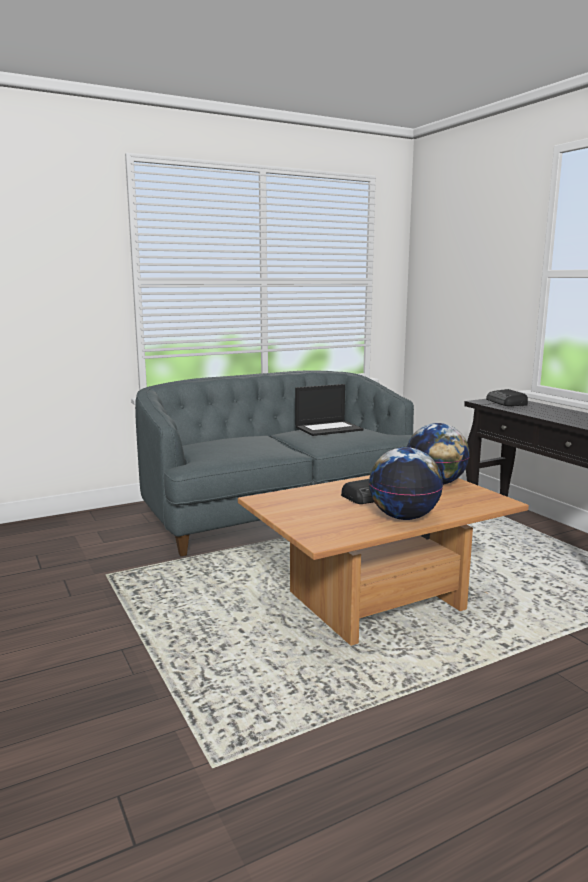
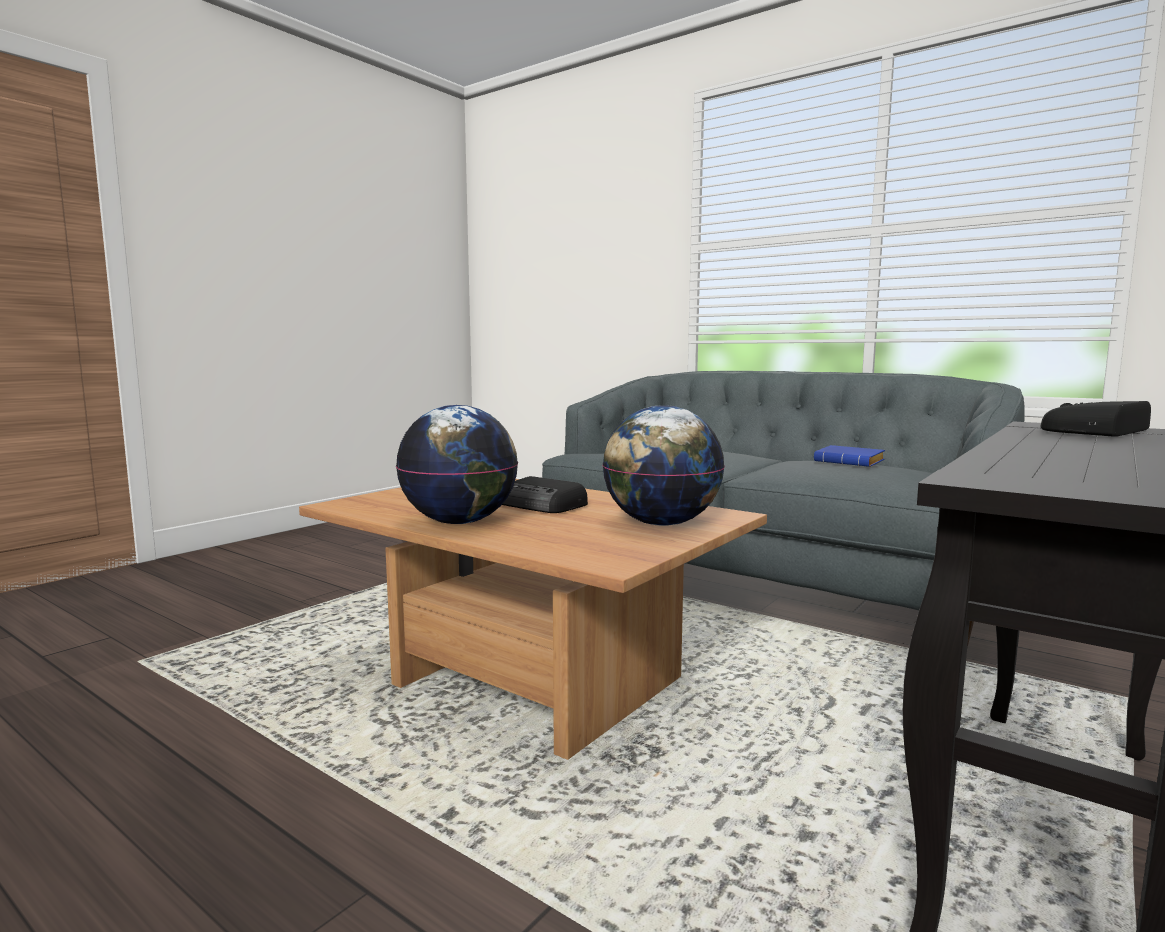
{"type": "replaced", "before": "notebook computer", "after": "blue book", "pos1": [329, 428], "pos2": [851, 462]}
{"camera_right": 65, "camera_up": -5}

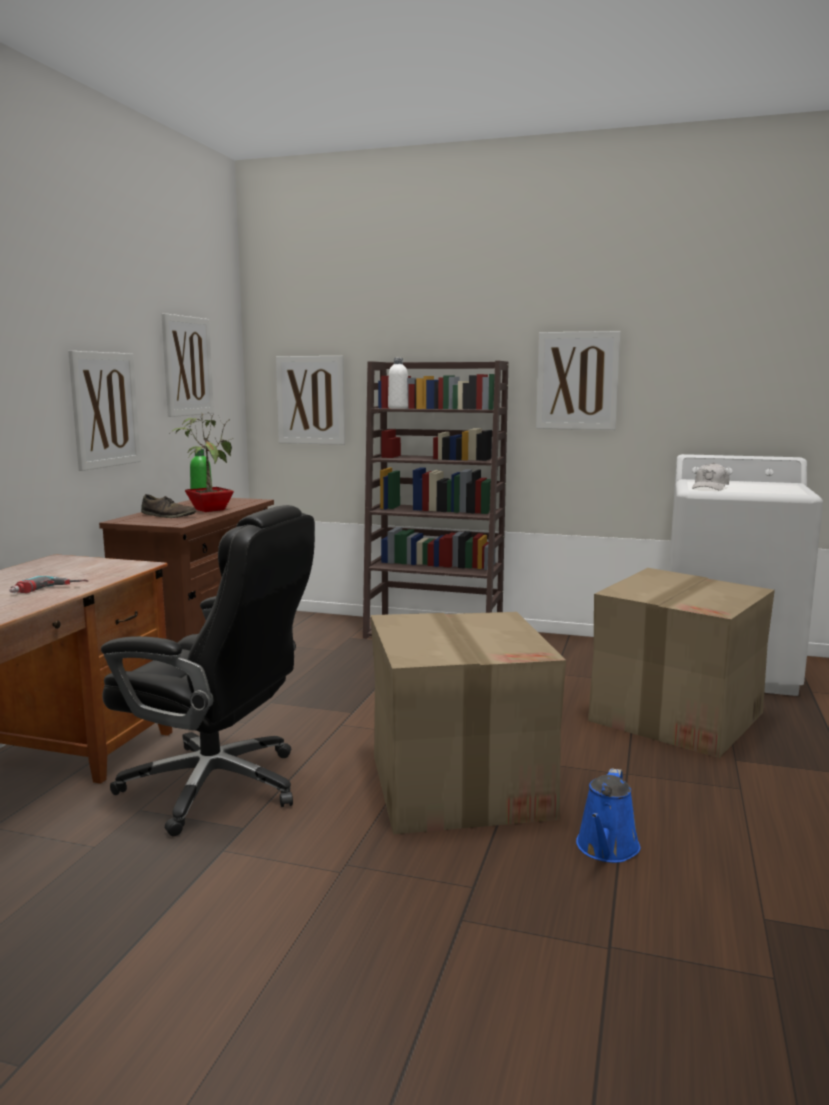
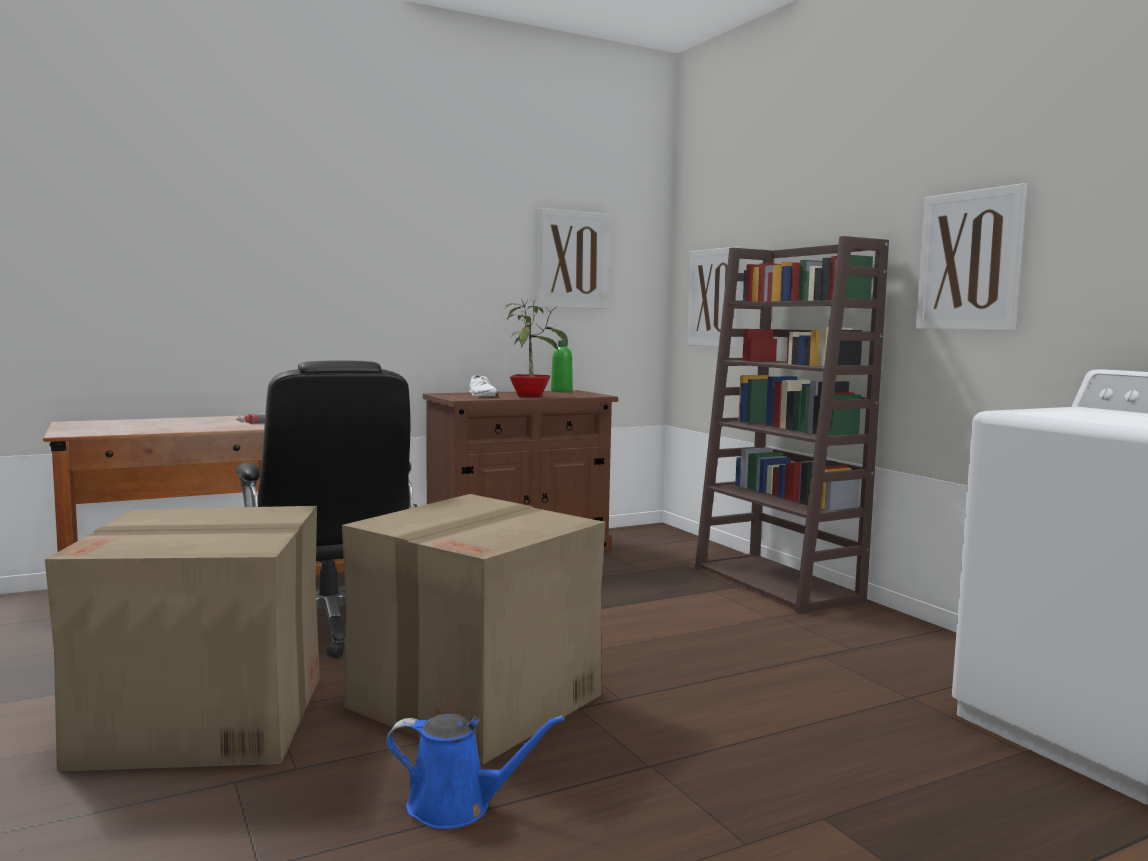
{"type": "moved", "before": "carton", "pos1": [677, 716], "pos2": [206, 719]}
{"type": "turned", "before": "blue watering pot", "pos1": [606, 849], "pos2": [457, 806], "turn": -150}
{"type": "recoloured", "before": "brown-coloured low shoe", "after": "whitish low shoe", "pos1": [168, 516], "pos2": [482, 395]}
{"type": "removed", "before": "wall art", "pos1": [105, 409]}
{"type": "removed", "before": "whitish beverage bottle", "pos1": [398, 408]}
{"type": "removed", "before": "whitish peaked cap", "pos1": [710, 487]}
{"camera_right": 45, "camera_up": -5}

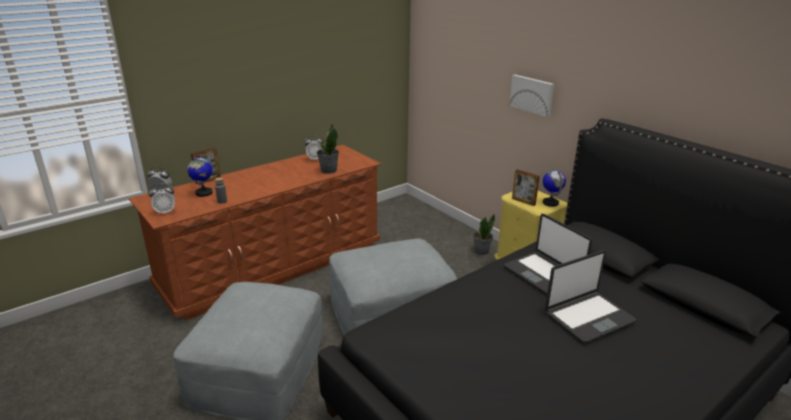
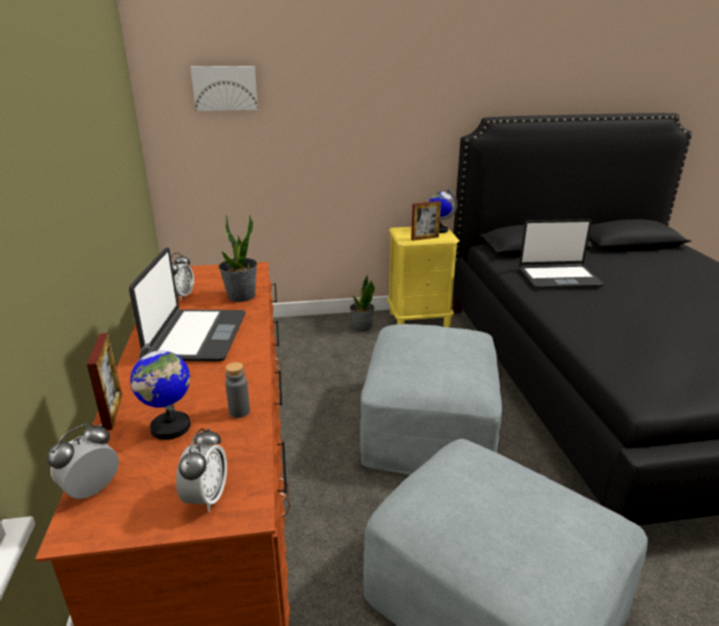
{"type": "moved", "before": "notebook computer", "pos1": [588, 317], "pos2": [196, 336]}
{"type": "moved", "before": "wall art", "pos1": [532, 94], "pos2": [225, 88]}
{"camera_right": -60, "camera_up": 0}

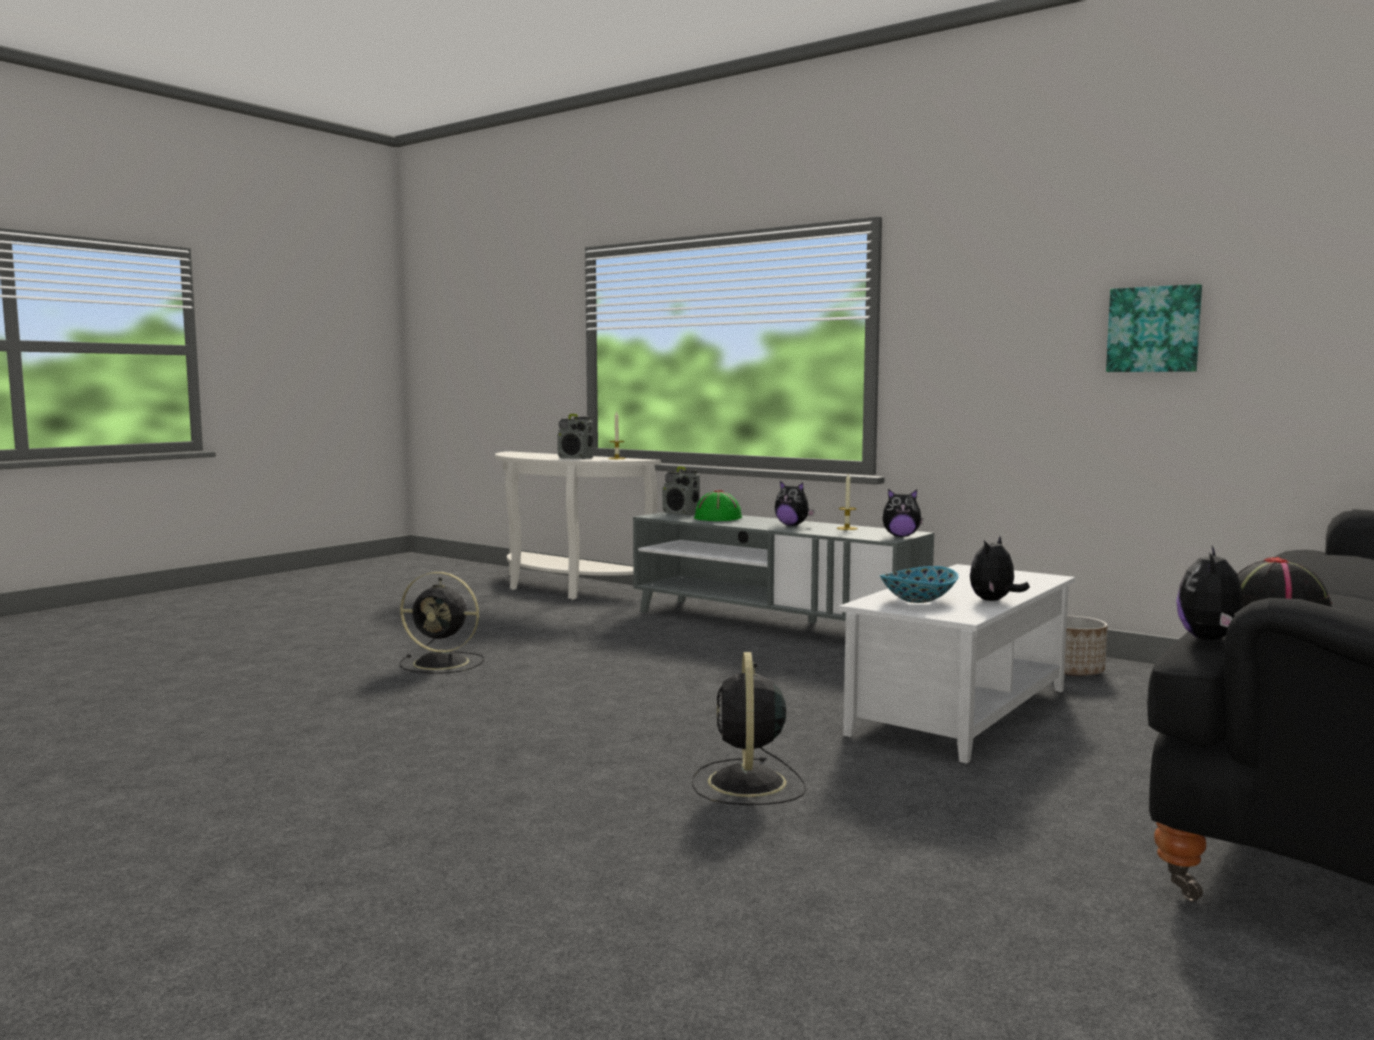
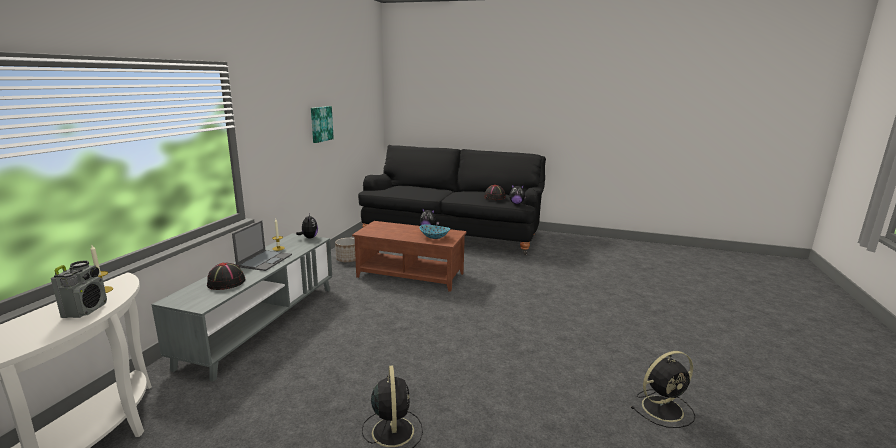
{"type": "recoloured", "before": "green-coloured wearable hat", "after": "black-coloured wearable hat", "pos1": [717, 519], "pos2": [226, 282]}
{"type": "replaced", "before": "plush toy", "after": "notebook computer", "pos1": [792, 525], "pos2": [265, 260]}
{"type": "recoloured", "before": "whitish lounge table", "after": "brown-coloured lounge table", "pos1": [962, 712], "pos2": [411, 275]}
{"type": "moved", "before": "black-coloured electric fan", "pos1": [747, 783], "pos2": [663, 408]}
{"type": "removed", "before": "radio receiver", "pos1": [681, 514]}
{"camera_right": -110, "camera_up": 10}

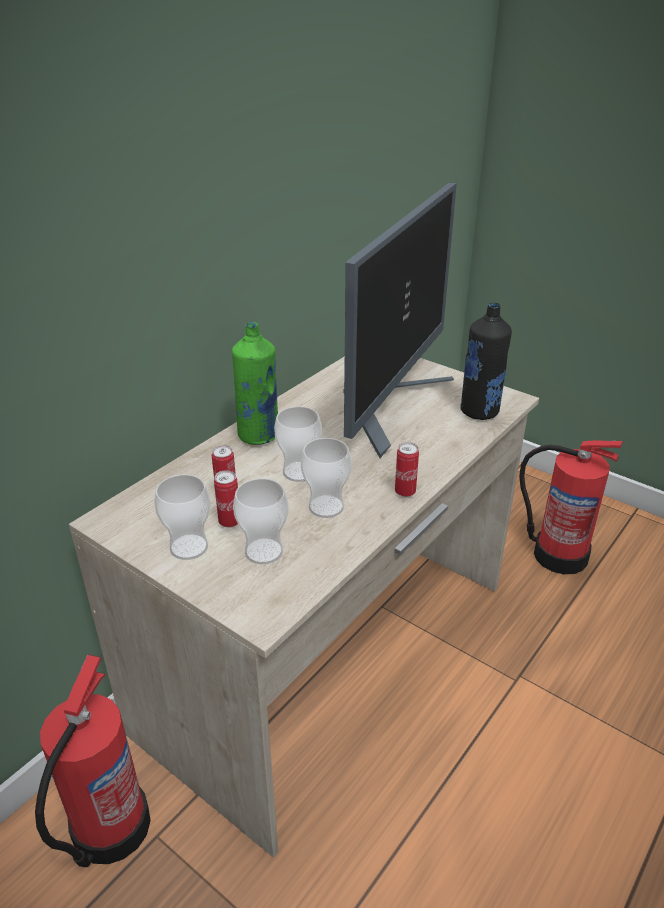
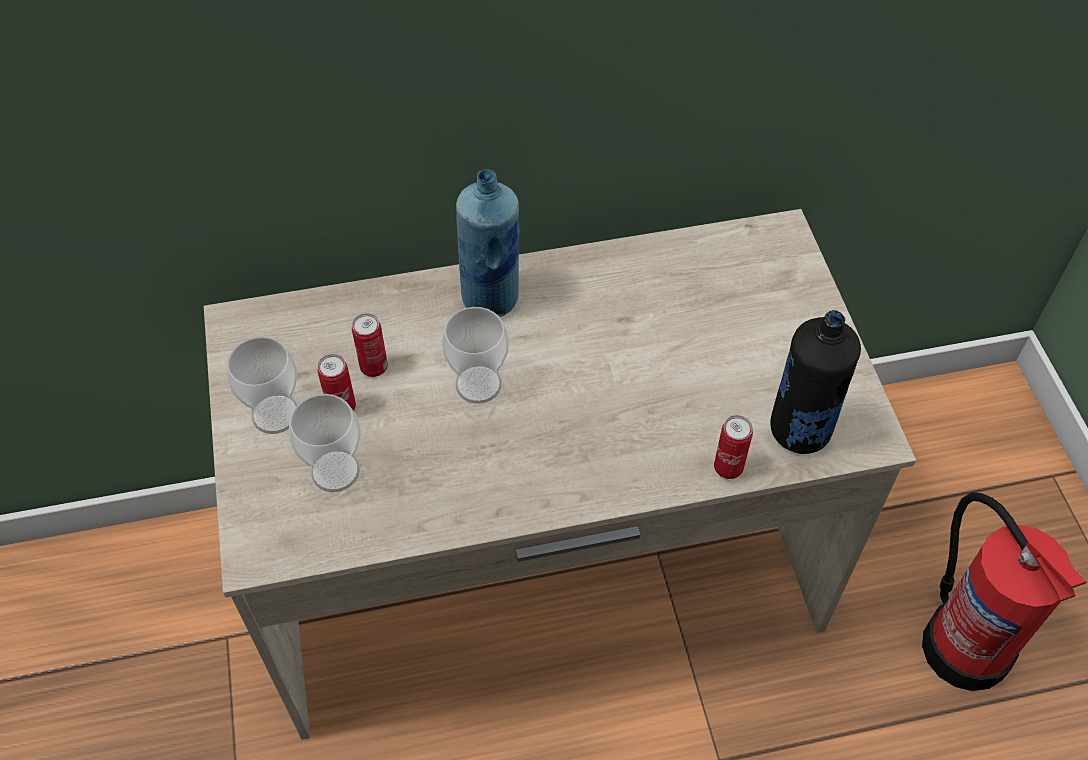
{"type": "recoloured", "before": "green-coloured beverage bottle", "after": "blue beverage bottle", "pos1": [258, 435], "pos2": [491, 298]}
{"type": "moved", "before": "sealed can", "pos1": [405, 492], "pos2": [728, 468]}
{"type": "removed", "before": "fire extinguisher", "pos1": [109, 829]}
{"type": "removed", "before": "drinking cup", "pos1": [326, 507]}
{"type": "removed", "before": "computer screen", "pos1": [389, 405]}
{"camera_right": 40, "camera_up": 20}

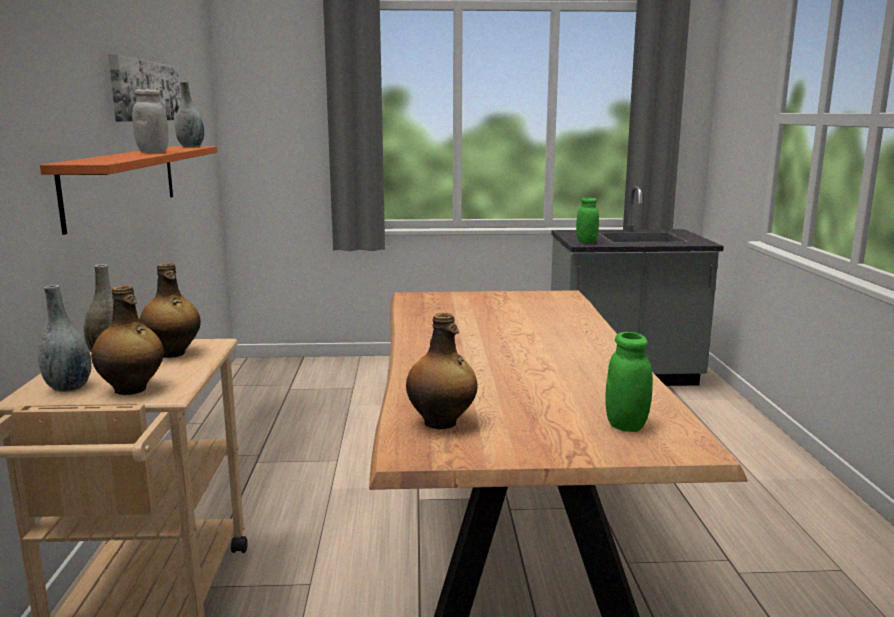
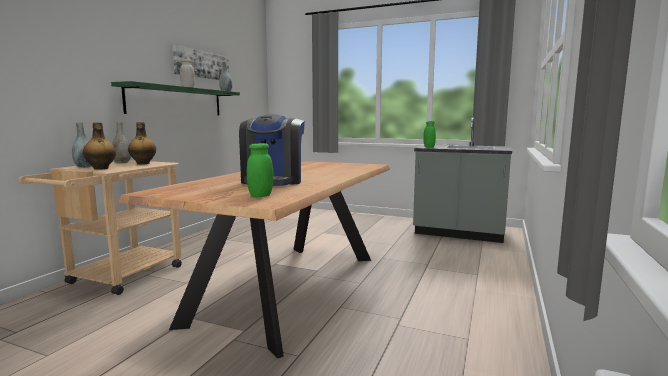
{"type": "recoloured", "before": "orange bracket shelf", "after": "green-coloured bracket shelf", "pos1": [123, 183], "pos2": [177, 101]}
{"type": "added", "after": "coffee maker", "pos2": [273, 181]}
{"type": "removed", "before": "beverage bottle", "pos1": [441, 423]}
{"camera_right": 25, "camera_up": -5}

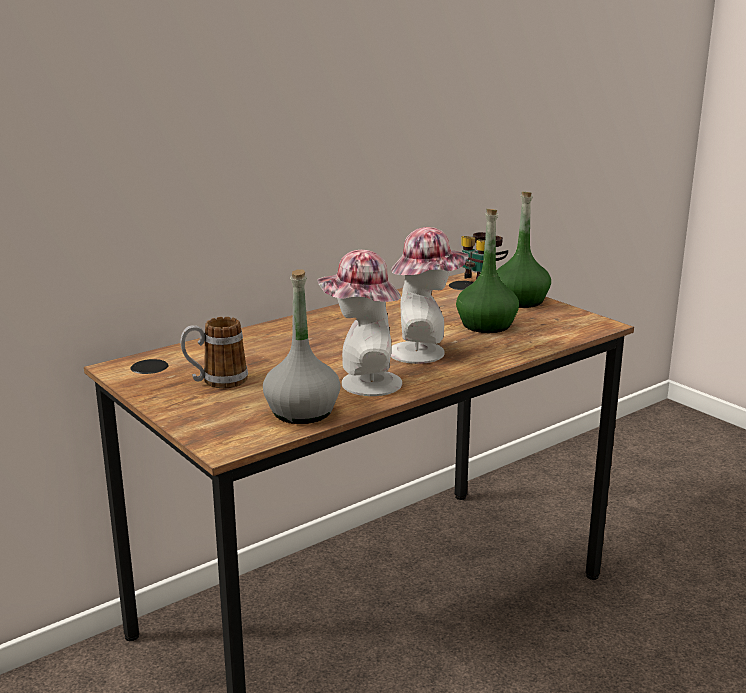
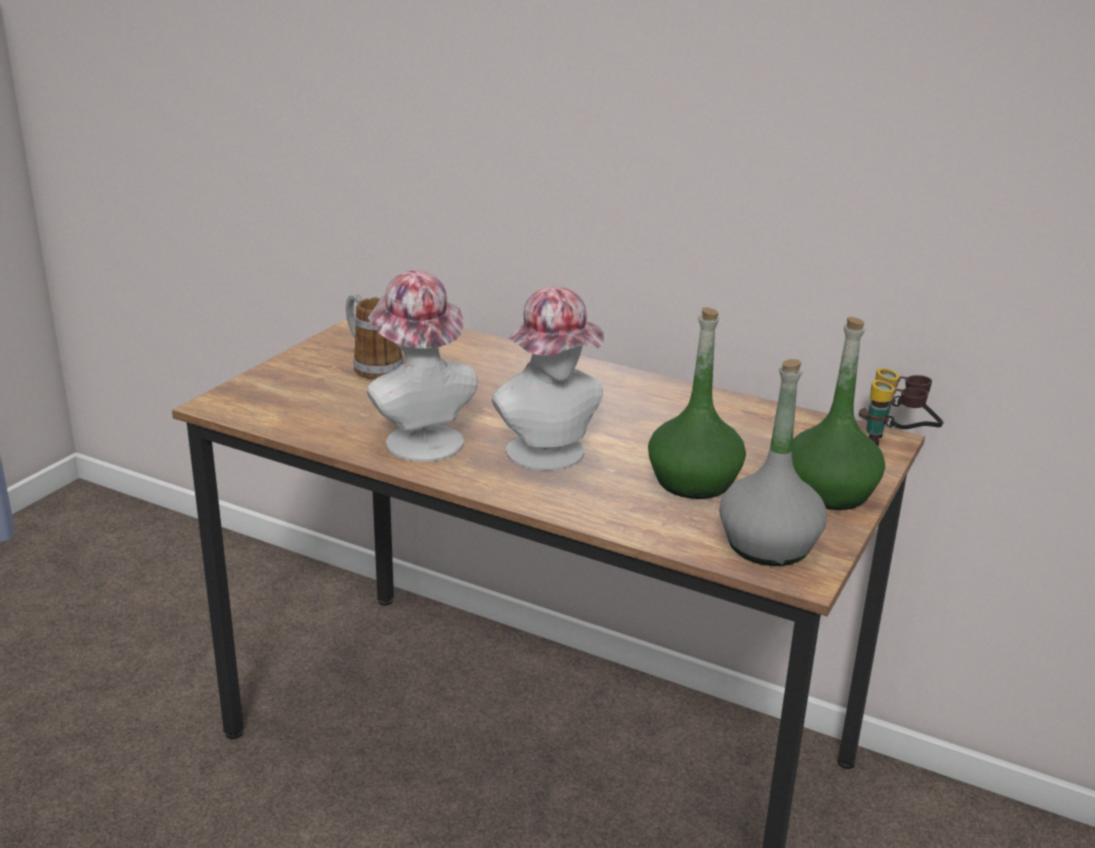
{"type": "moved", "before": "greyish beverage bottle", "pos1": [302, 412], "pos2": [768, 545]}
{"camera_right": 65, "camera_up": 5}

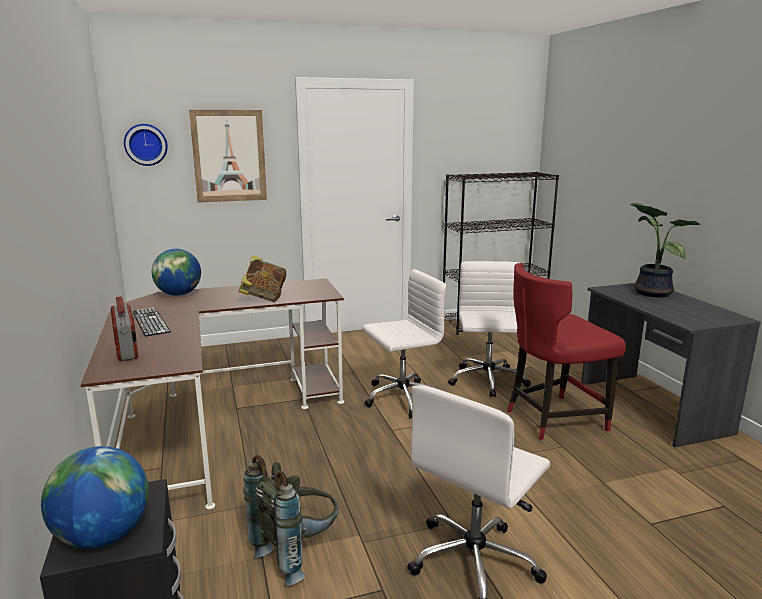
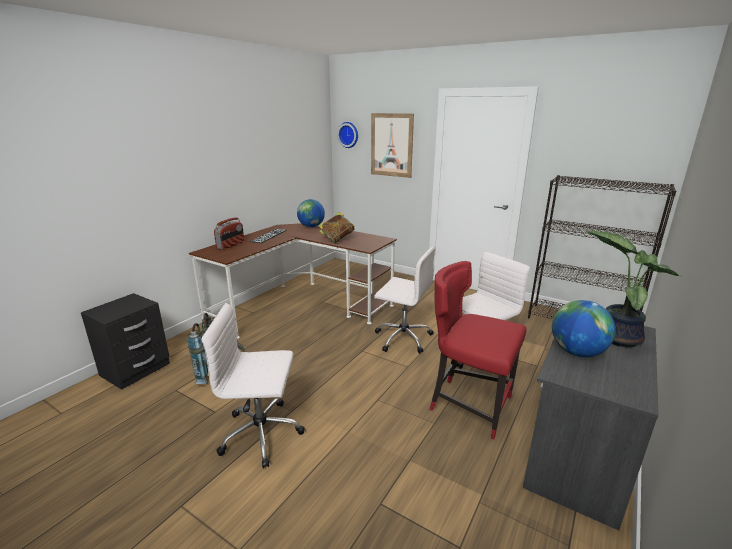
{"type": "moved", "before": "world globe", "pos1": [103, 536], "pos2": [576, 352]}
{"camera_right": 50, "camera_up": 5}

